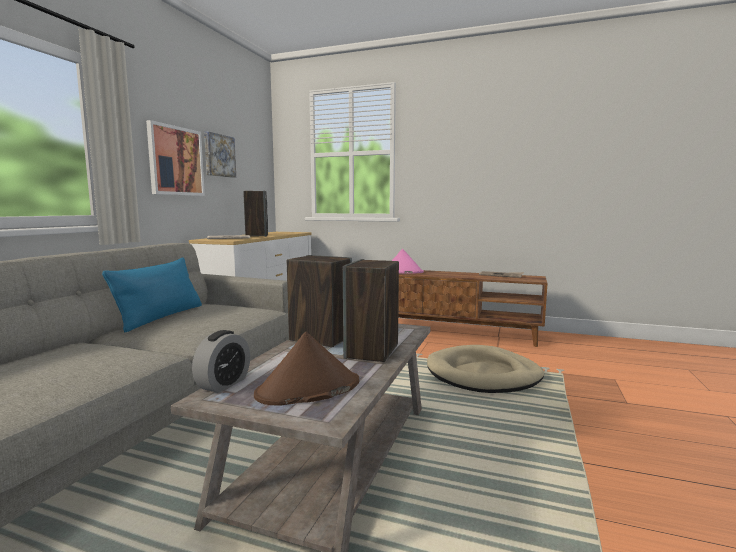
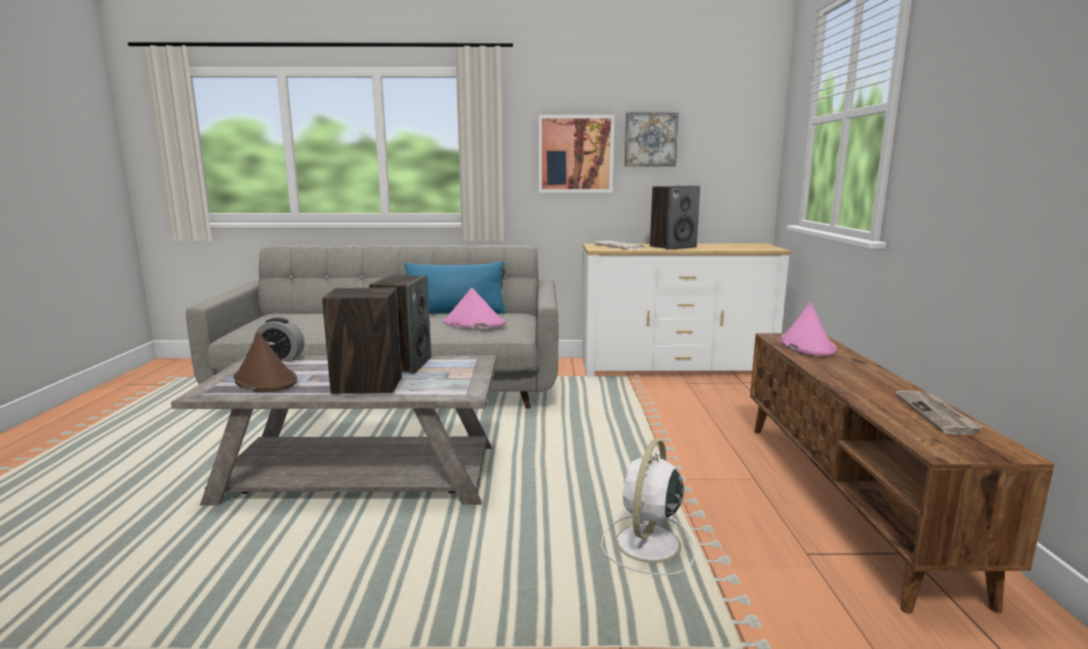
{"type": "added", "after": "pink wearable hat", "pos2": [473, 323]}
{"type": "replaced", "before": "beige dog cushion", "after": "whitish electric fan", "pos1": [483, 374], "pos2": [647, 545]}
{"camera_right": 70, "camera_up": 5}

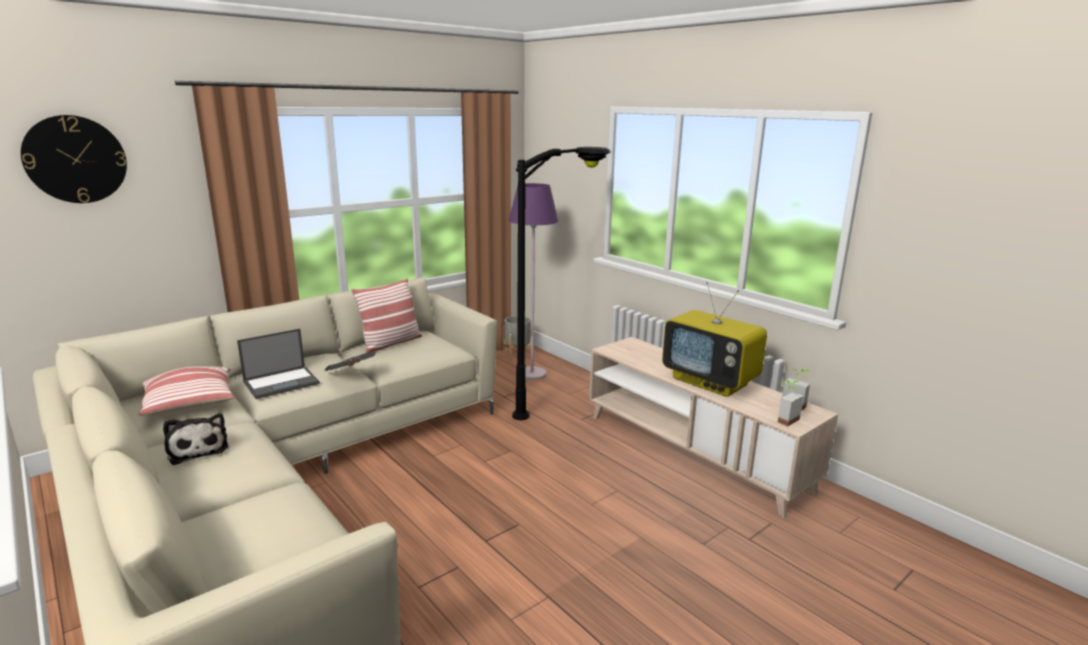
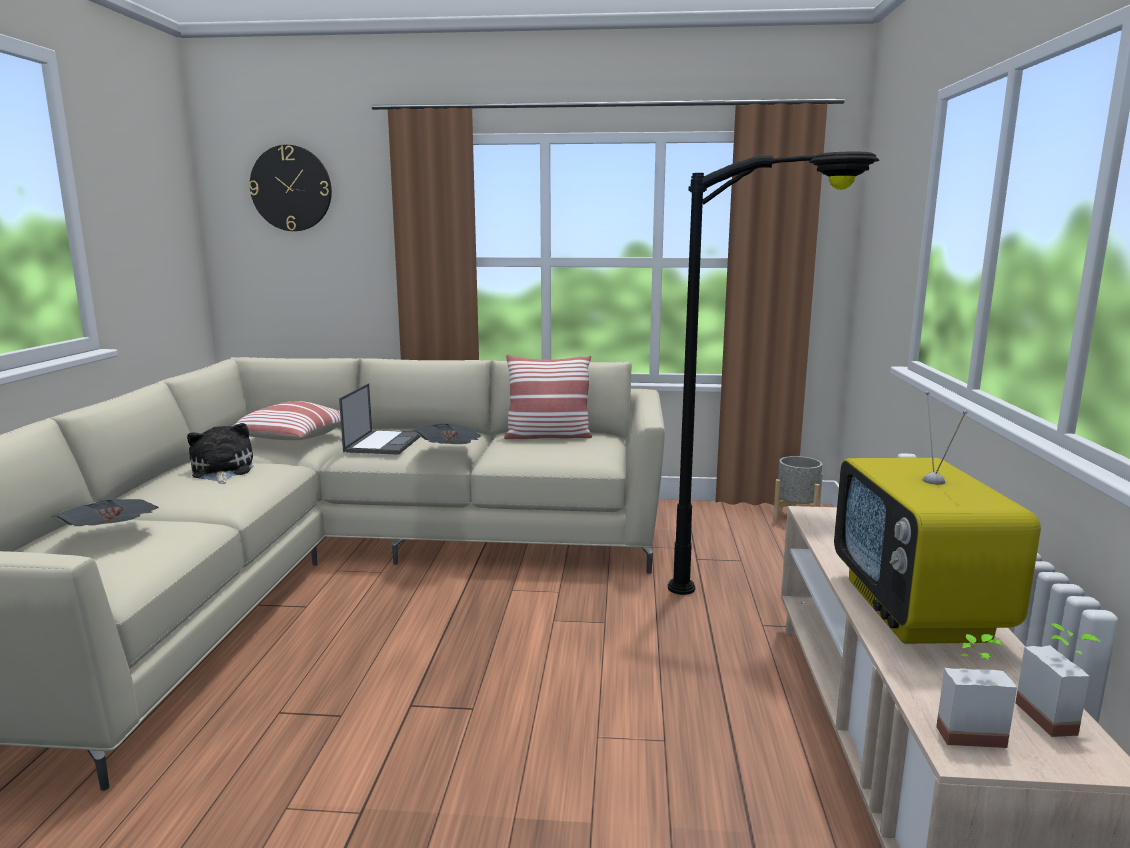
{"type": "added", "after": "printed paper", "pos2": [112, 537]}
{"type": "turned", "before": "plush toy", "pos1": [198, 449], "pos2": [221, 471], "turn": 150}
{"type": "turned", "before": "notebook computer", "pos1": [282, 382], "pos2": [384, 443], "turn": -90}
{"type": "removed", "before": "purplish standing lamp", "pos1": [532, 374]}
{"camera_right": 45, "camera_up": -5}

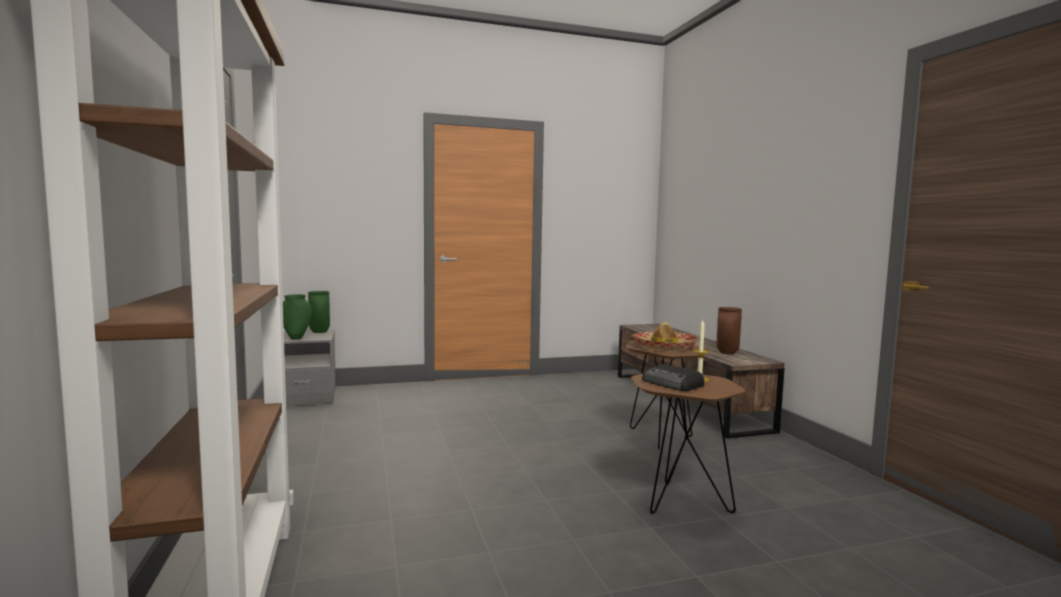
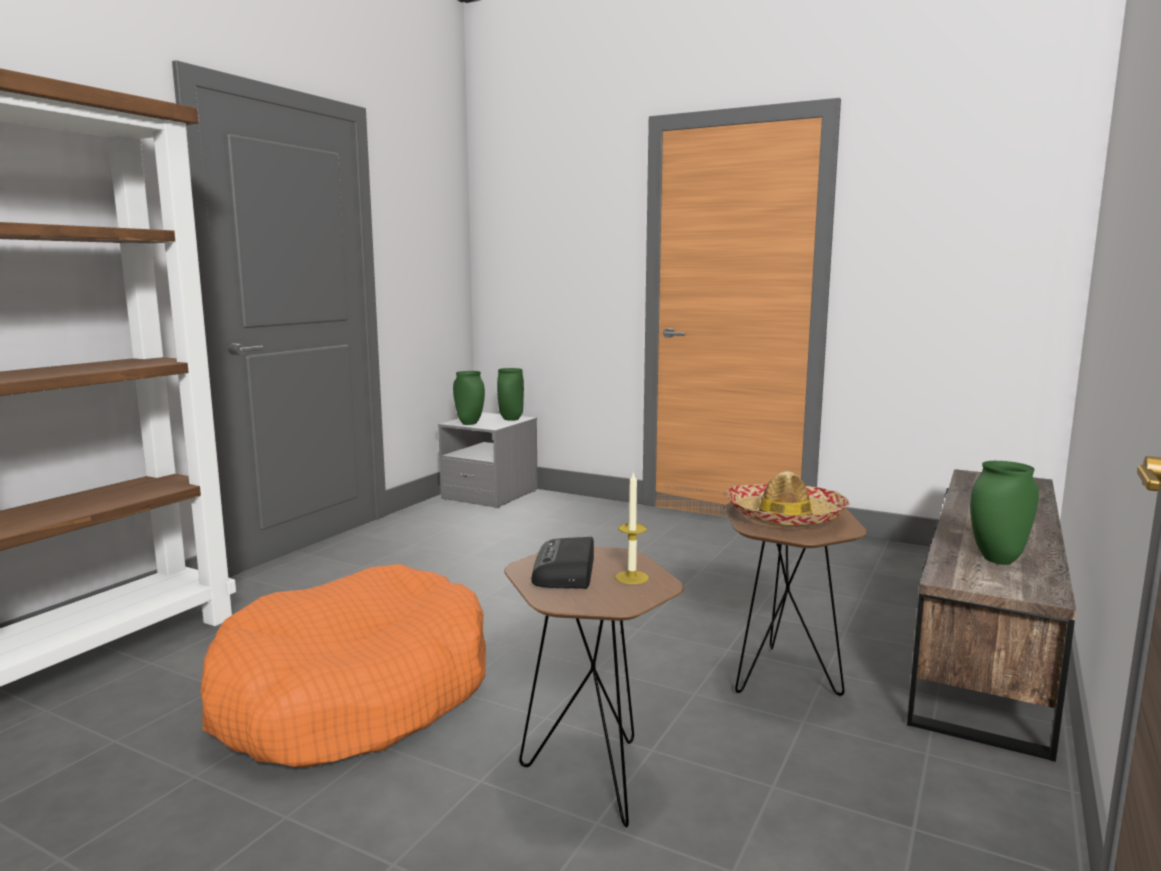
{"type": "added", "after": "orange dog cushion", "pos2": [354, 695]}
{"type": "recoloured", "before": "brown-coloured flower vase", "after": "green-coloured flower vase", "pos1": [726, 353], "pos2": [996, 559]}
{"camera_right": 45, "camera_up": 5}

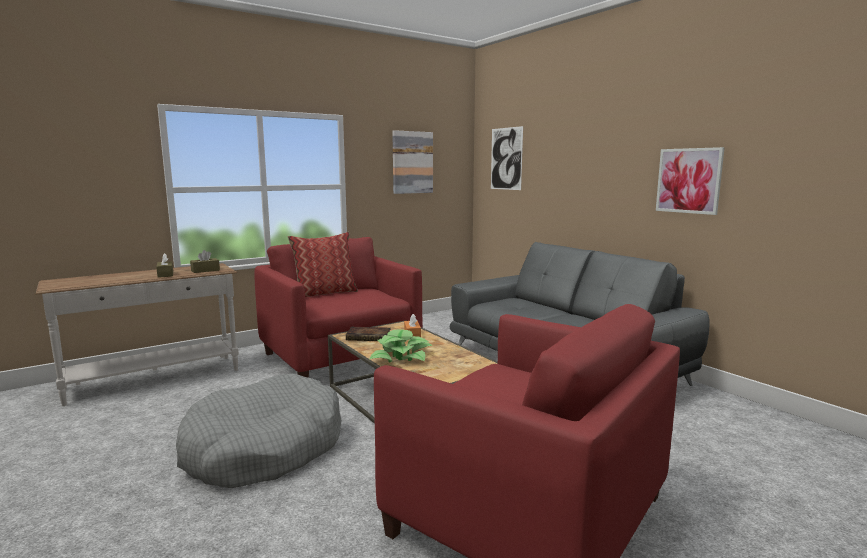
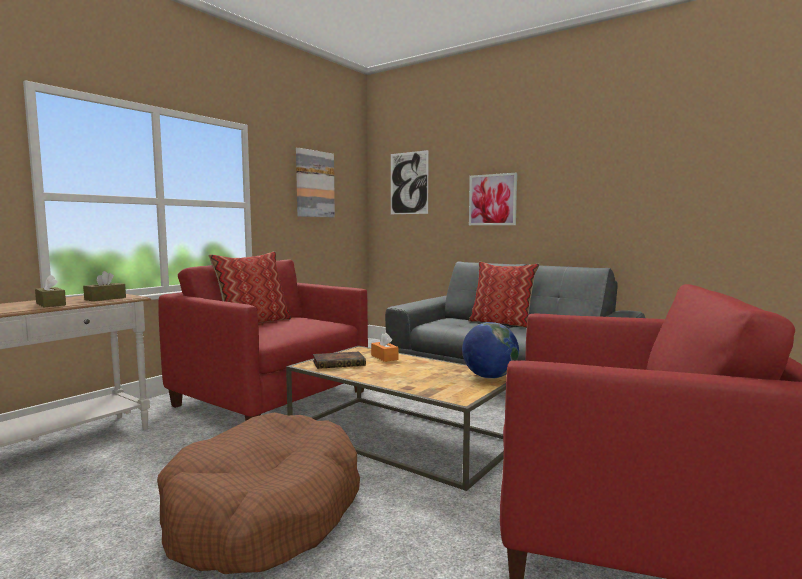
{"type": "recoloured", "before": "greyish dog cushion", "after": "brown-coloured dog cushion", "pos1": [264, 448], "pos2": [264, 513]}
{"type": "added", "after": "world globe", "pos2": [489, 377]}
{"type": "moved", "before": "wall art", "pos1": [688, 180], "pos2": [492, 199]}
{"type": "added", "after": "cushion", "pos2": [502, 323]}
{"type": "removed", "before": "potted plant", "pos1": [401, 357]}
{"camera_right": -20, "camera_up": -5}

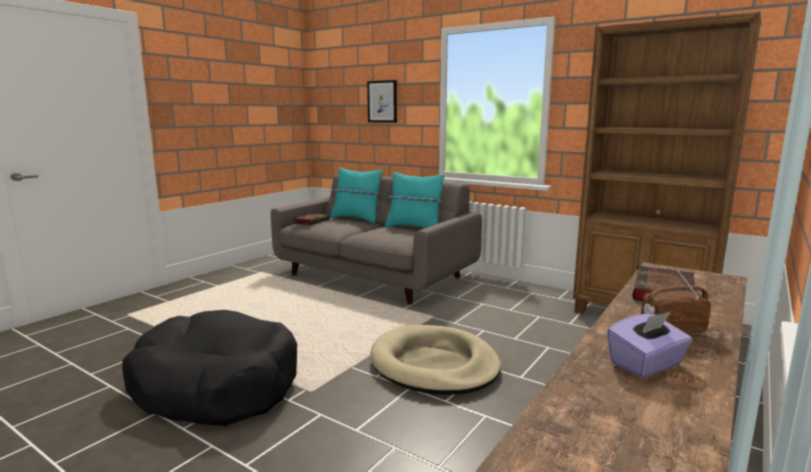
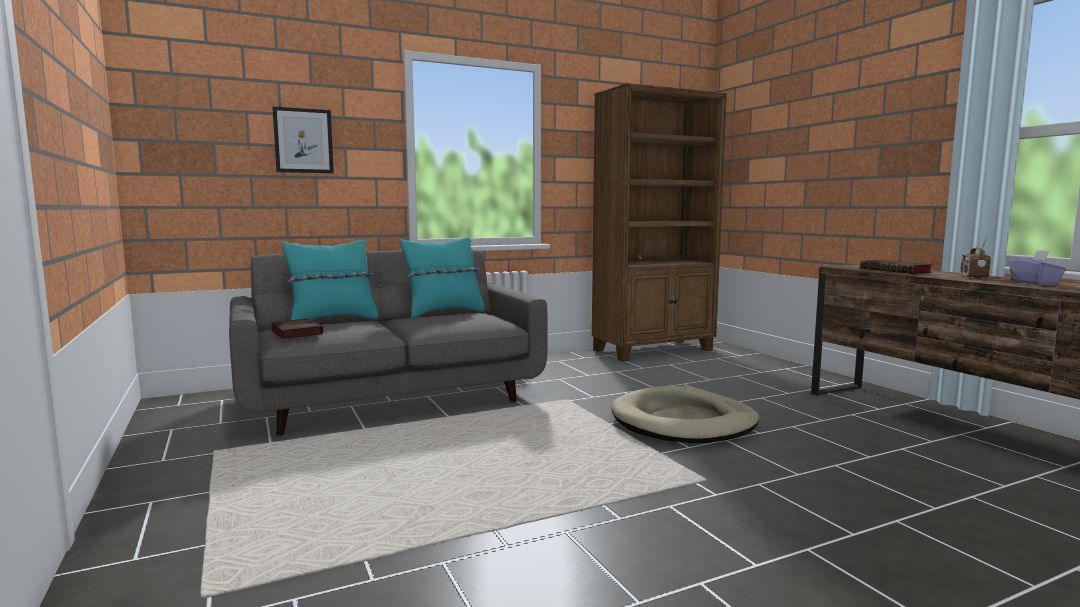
{"type": "removed", "before": "black-coloured dog cushion", "pos1": [216, 385]}
{"camera_right": -60, "camera_up": -5}

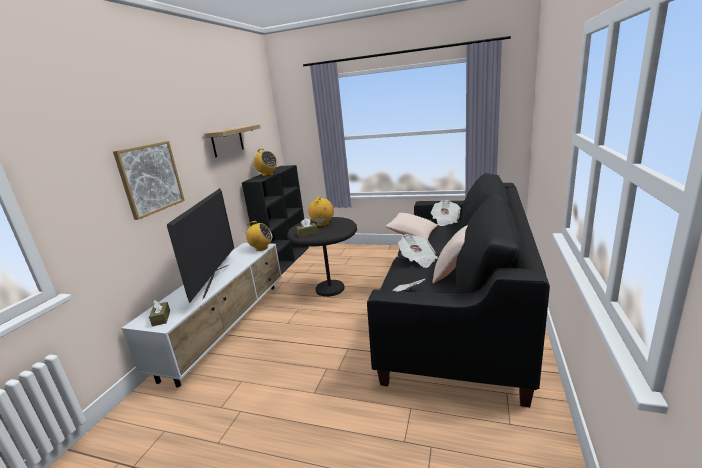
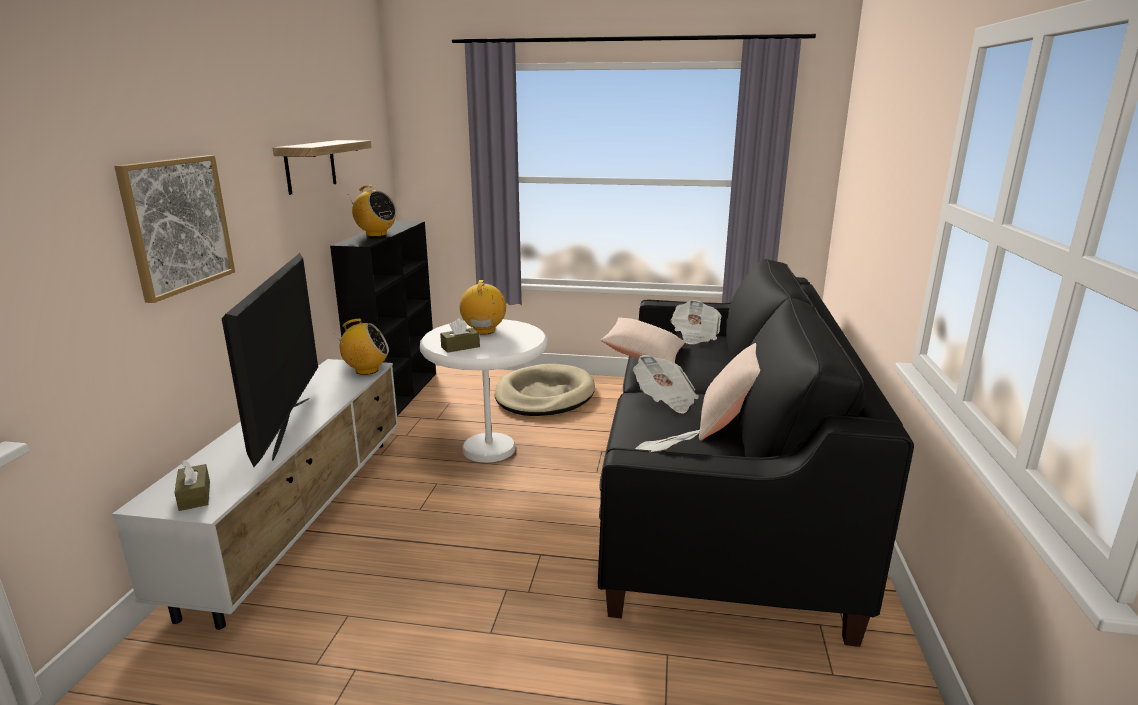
{"type": "recoloured", "before": "black-coloured accent table", "after": "whitish accent table", "pos1": [330, 289], "pos2": [489, 449]}
{"type": "added", "after": "beige dog cushion", "pos2": [544, 395]}
{"camera_right": -10, "camera_up": 0}

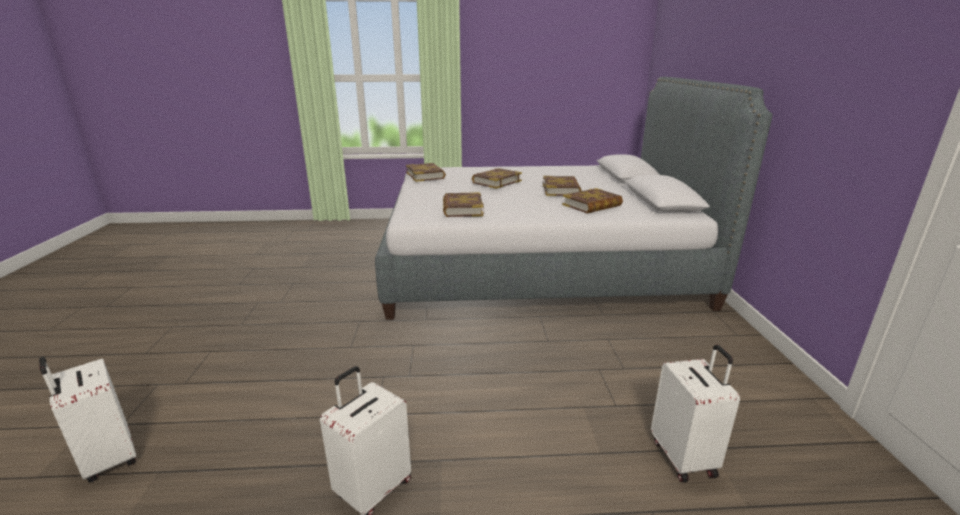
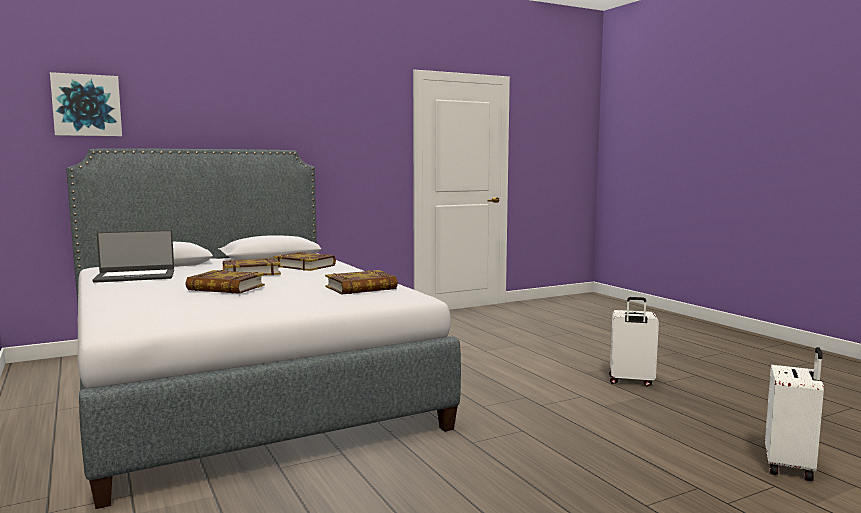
{"type": "added", "after": "wall art", "pos2": [86, 105]}
{"type": "added", "after": "notebook computer", "pos2": [135, 276]}
{"type": "removed", "before": "book", "pos1": [425, 175]}
{"type": "removed", "before": "whitish travel case", "pos1": [684, 457]}
{"camera_right": -115, "camera_up": -15}

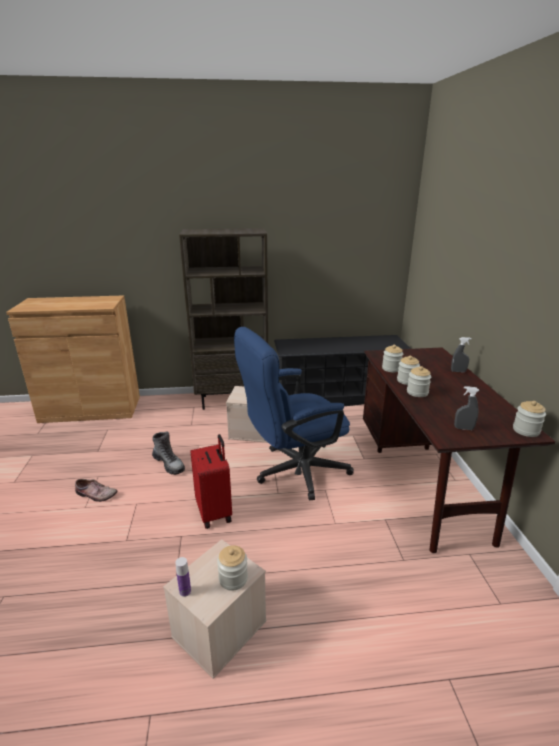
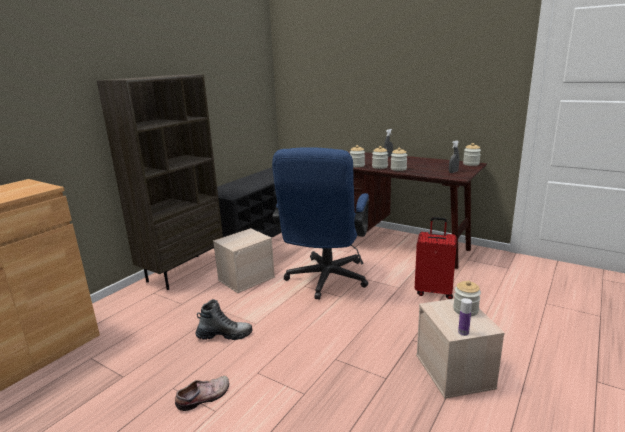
{"type": "moved", "before": "red travel case", "pos1": [215, 512], "pos2": [434, 291]}
{"camera_right": -50, "camera_up": -5}

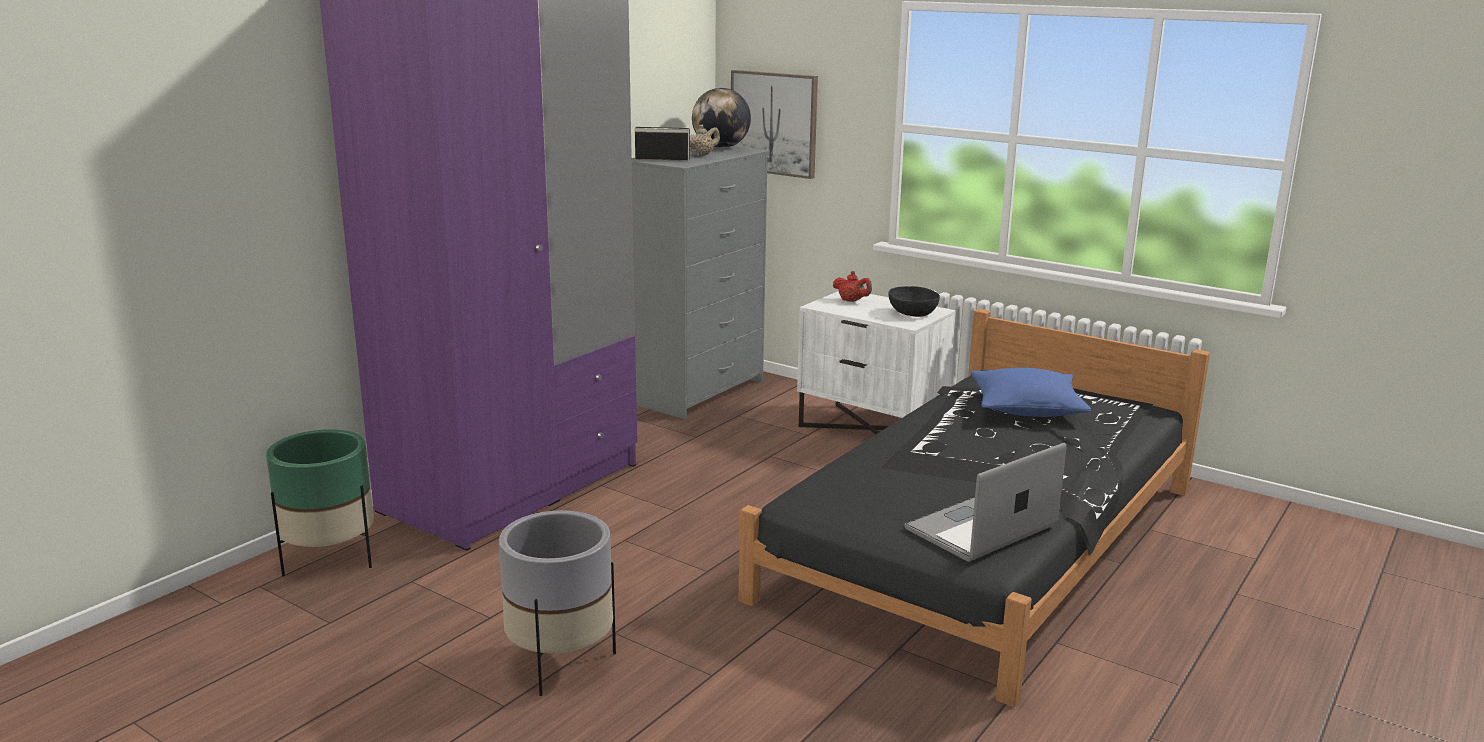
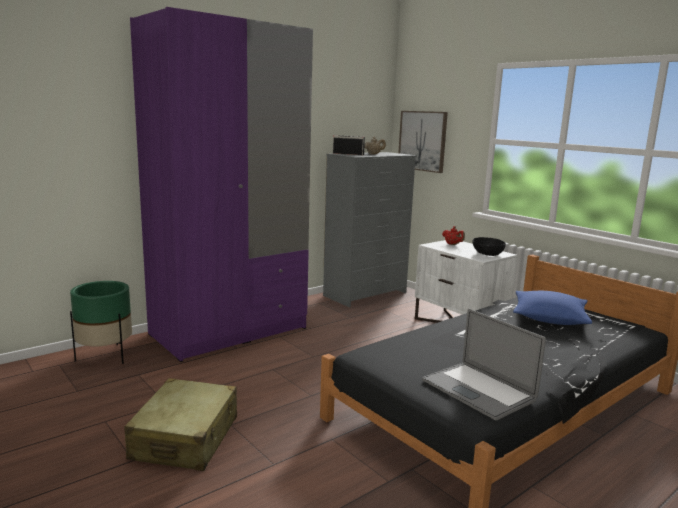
{"type": "replaced", "before": "greyish flower pot", "after": "beige travel case", "pos1": [561, 662], "pos2": [186, 438]}
{"type": "turned", "before": "notebook computer", "pos1": [981, 528], "pos2": [478, 390], "turn": -105}
{"type": "removed", "before": "world globe", "pos1": [721, 147]}
{"camera_right": 15, "camera_up": -5}

